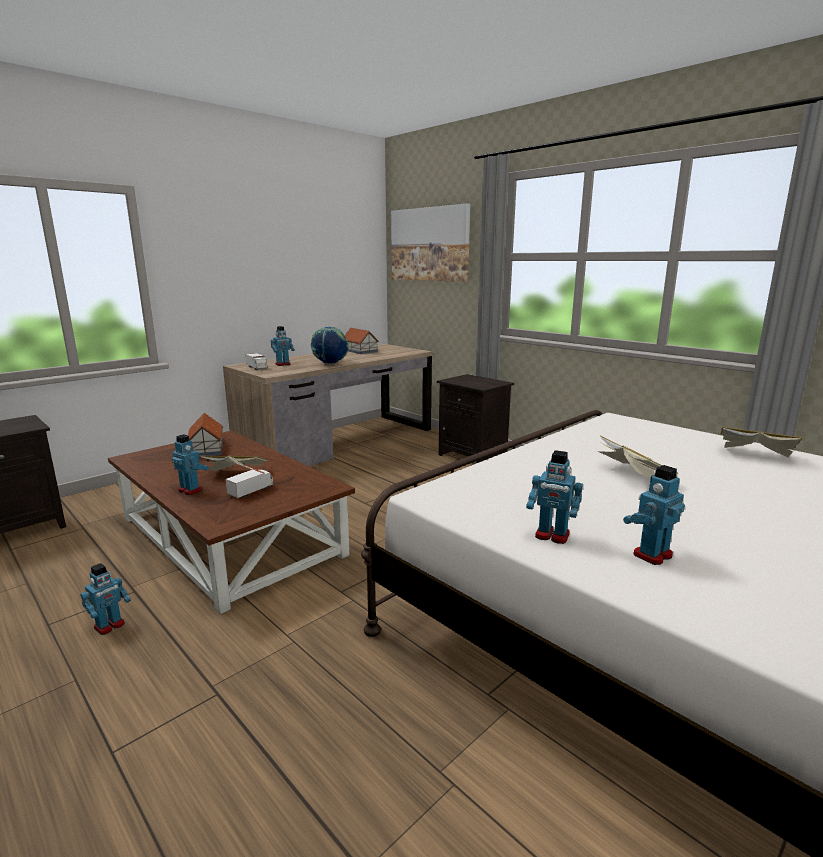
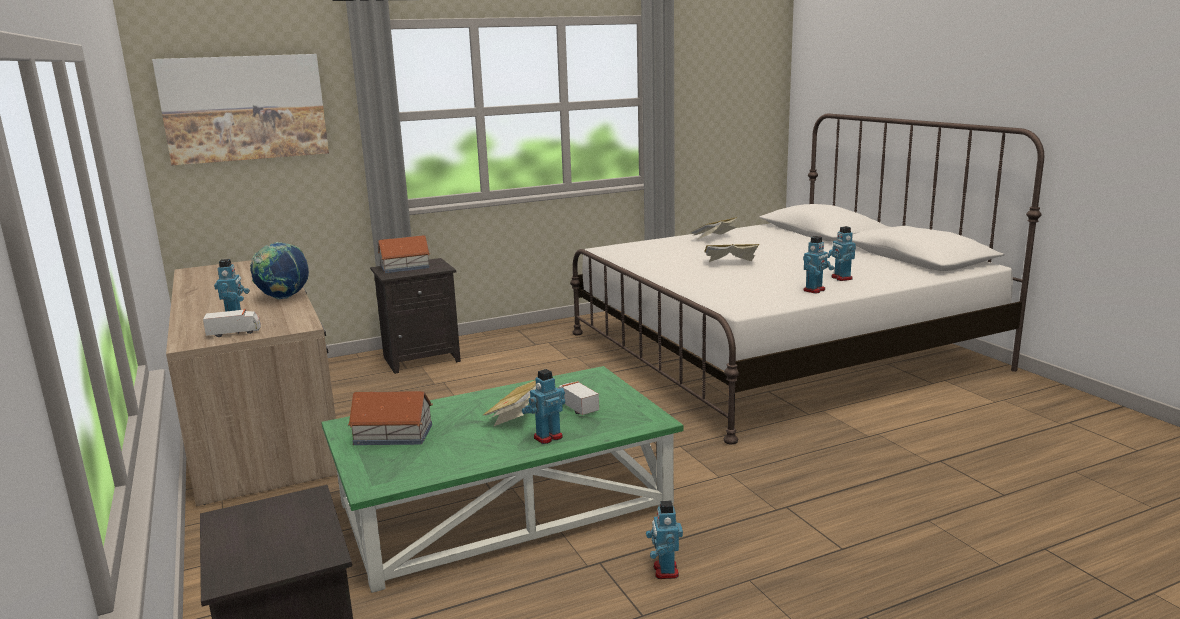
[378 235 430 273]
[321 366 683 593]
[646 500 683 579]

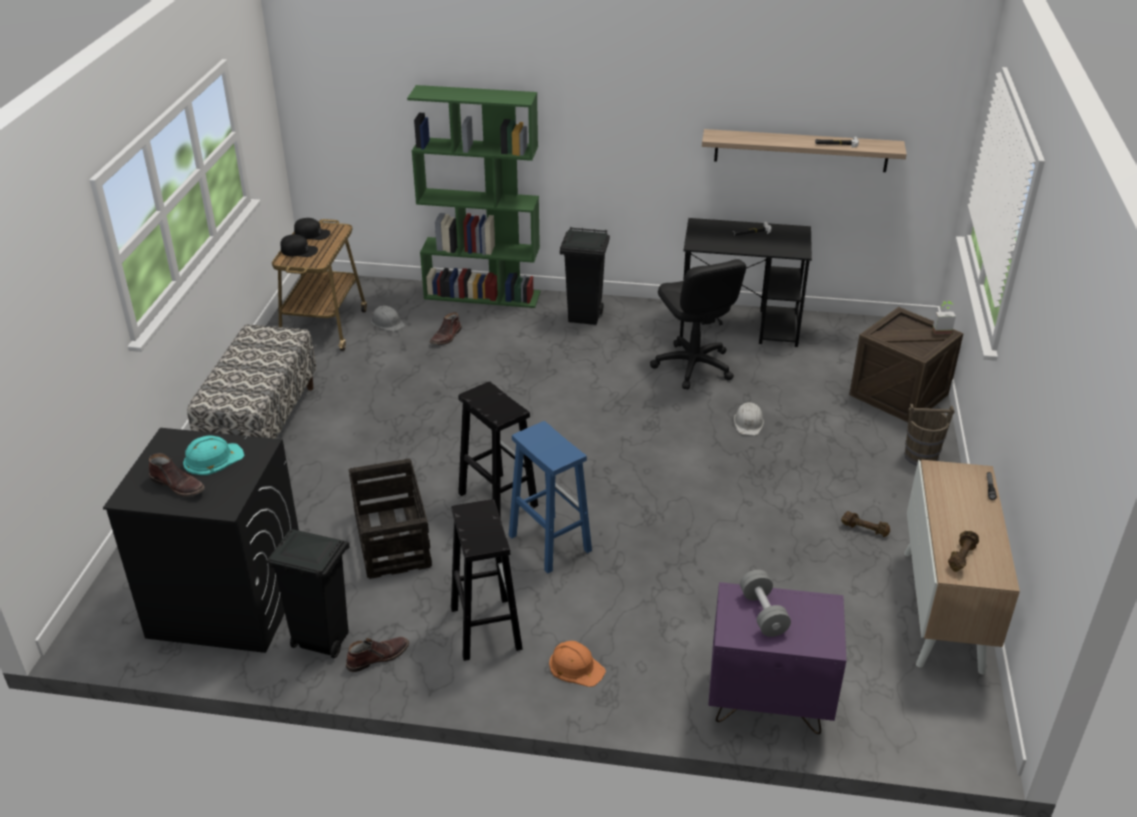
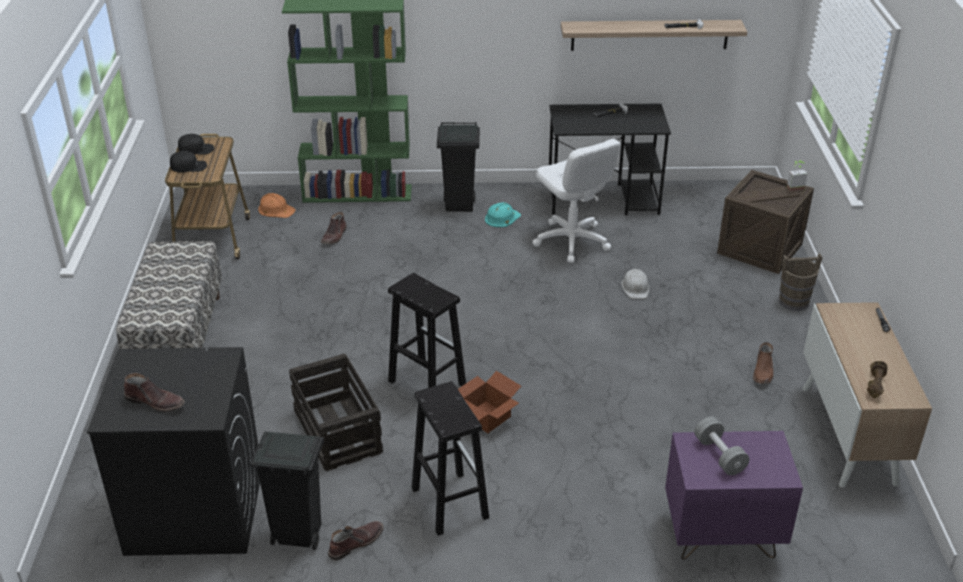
[371 306 405 331] (first image)
[485 202 521 227]
[258 193 296 218]
[458 371 521 433]
[753 342 773 384]
[532 139 621 263]

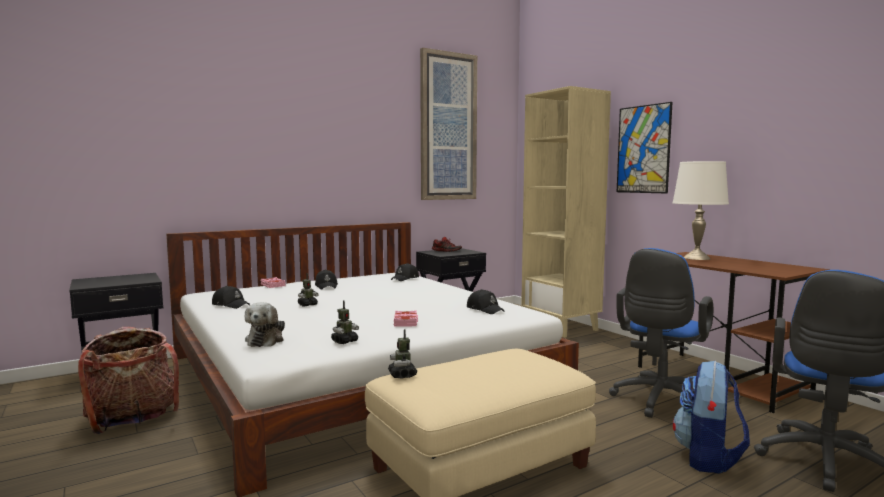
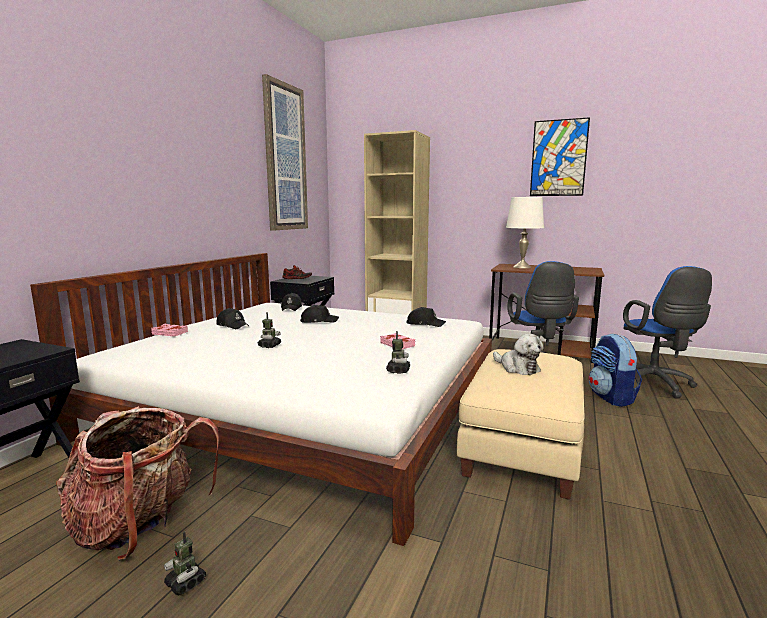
[300 305 339 323]
[493 334 544 375]
[164 531 206 595]
[530 117 590 196]

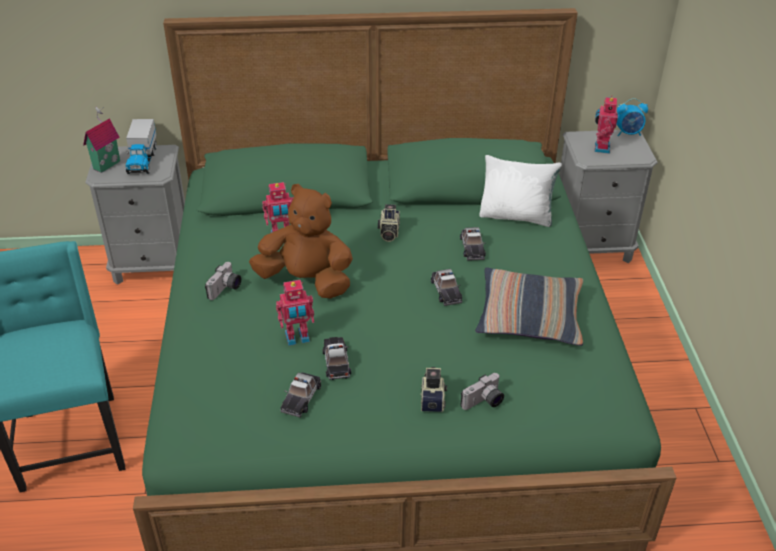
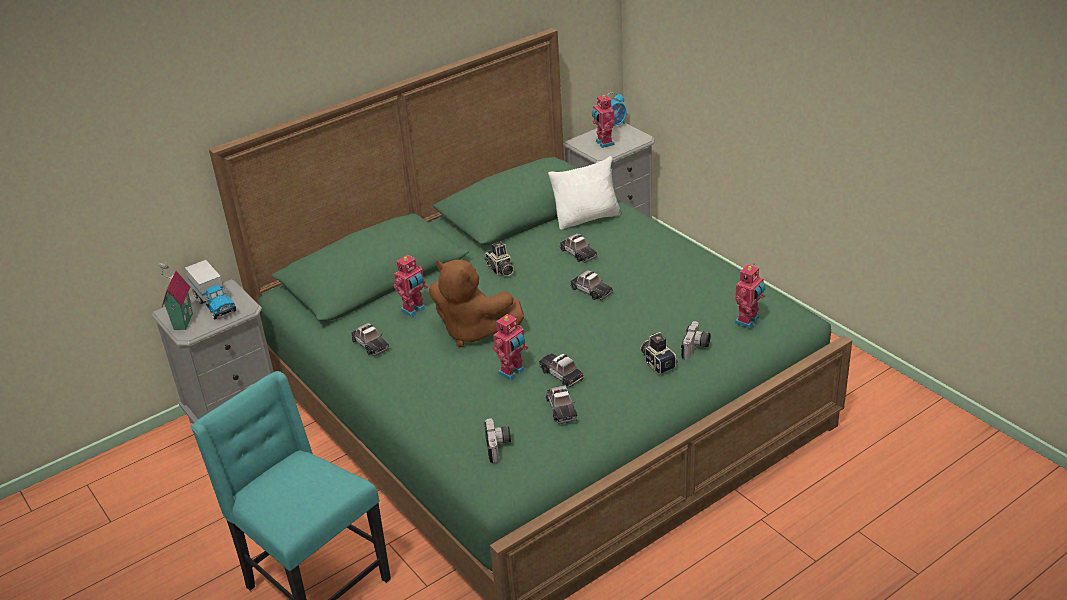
[475 267 583 346] (first image)
[351 323 390 356]
[734 263 765 329]
[484 418 511 463]
[429 260 524 347]

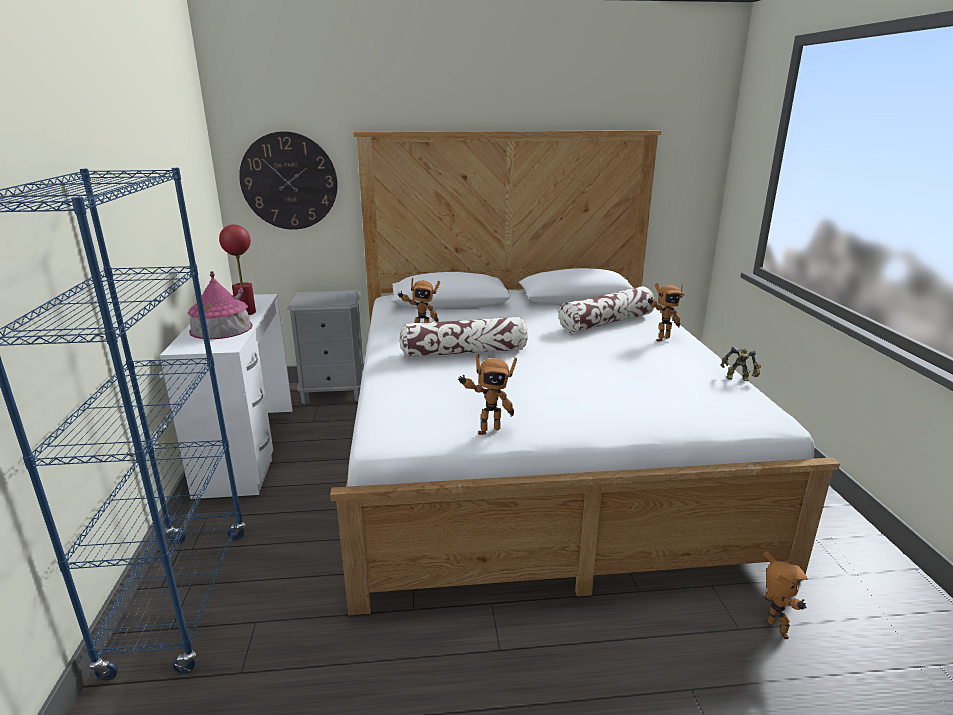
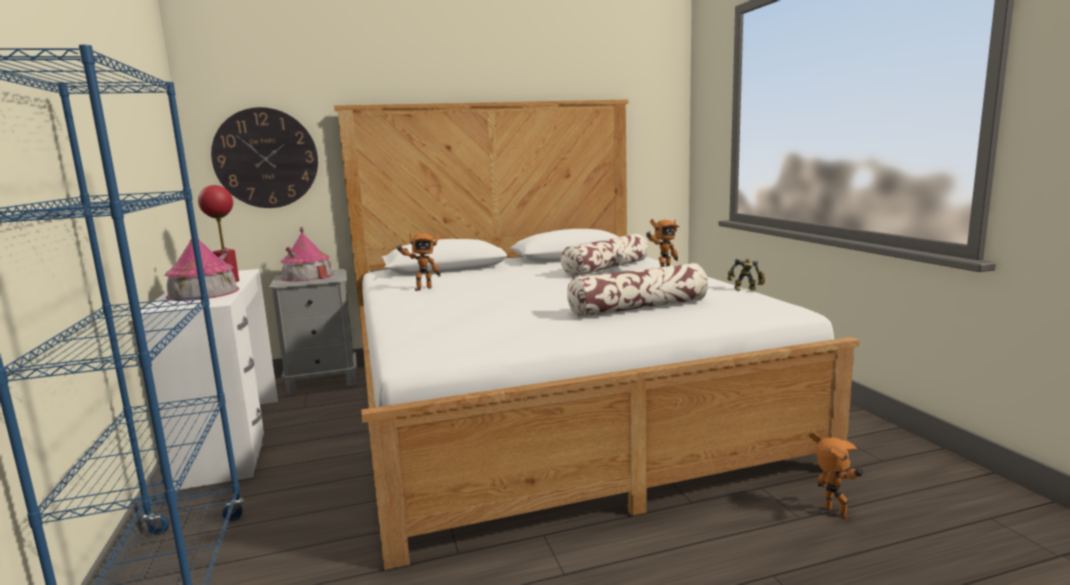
[457 354 517 435] (first image)
[281 227 333 282]
[567 263 708 317]

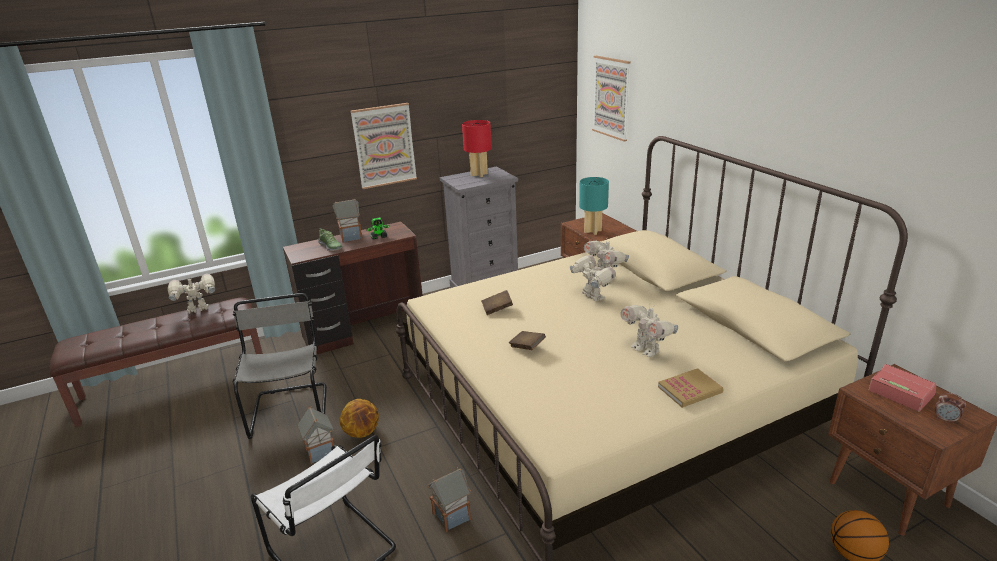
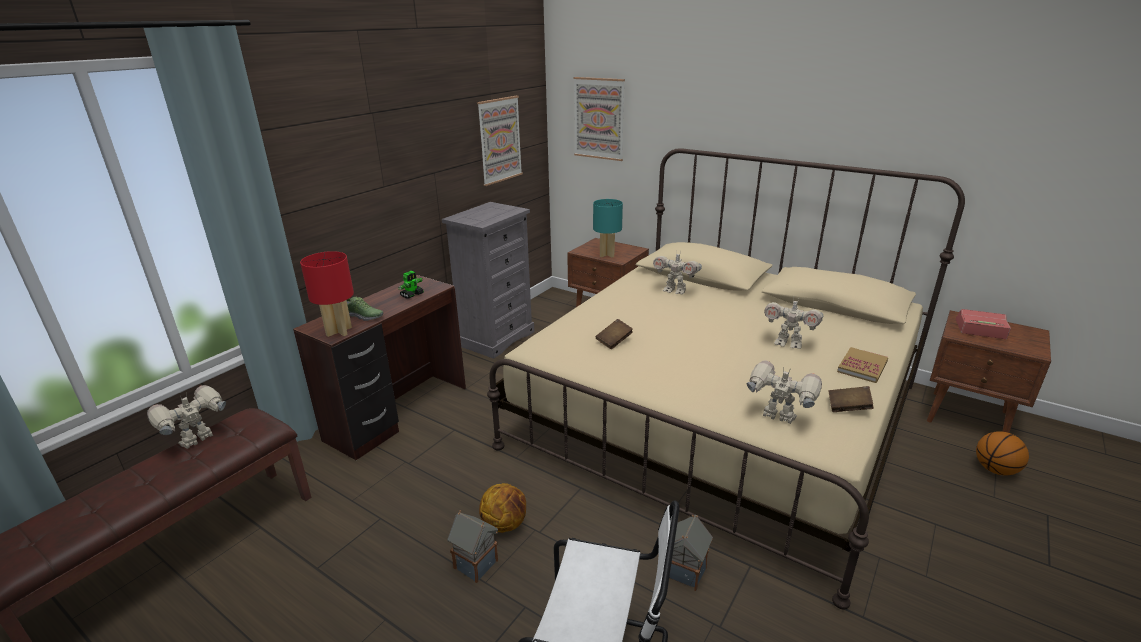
[233 293 327 439] (first image)
[333 199 363 242] (first image)
[935 393 966 424] (first image)
[477 96 523 186]
[300 251 354 337]
[829 386 874 412]
[747 361 822 424]

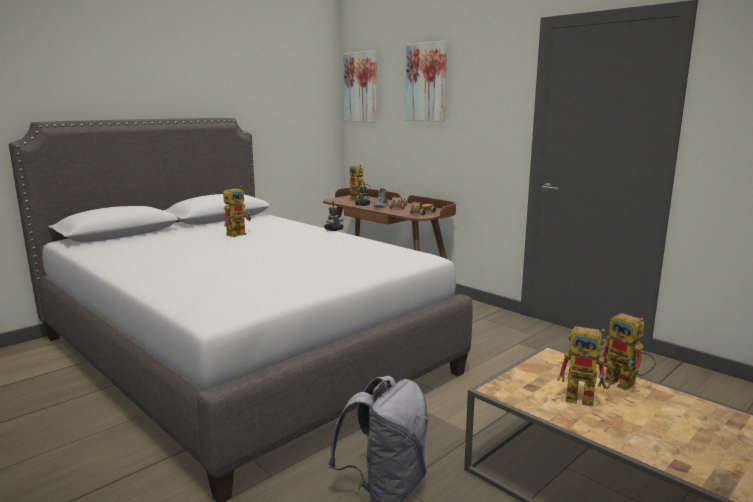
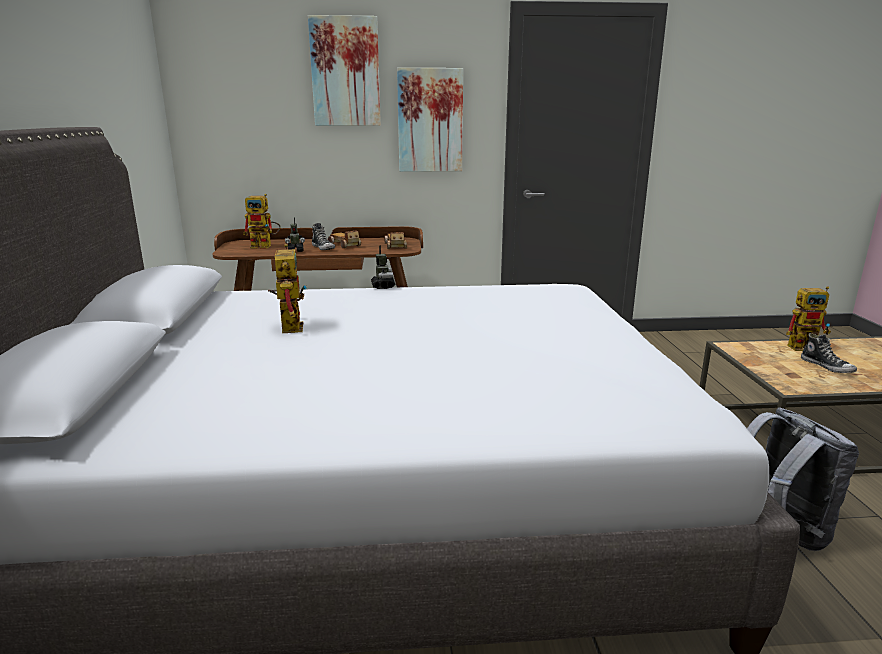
[397 68 463 172]
[801 333 857 373]

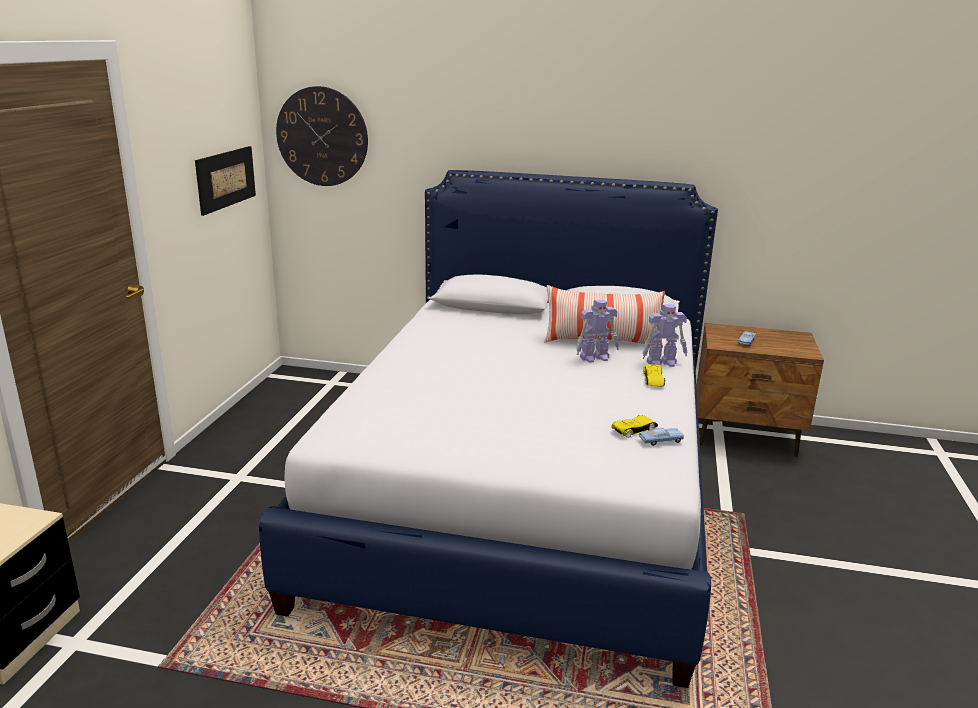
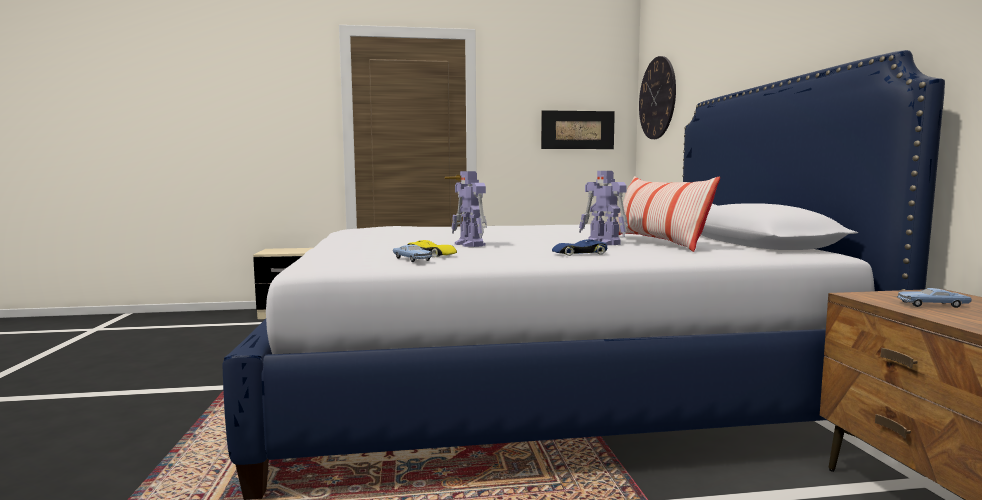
[452 171 487 247]
[552 239 607 256]

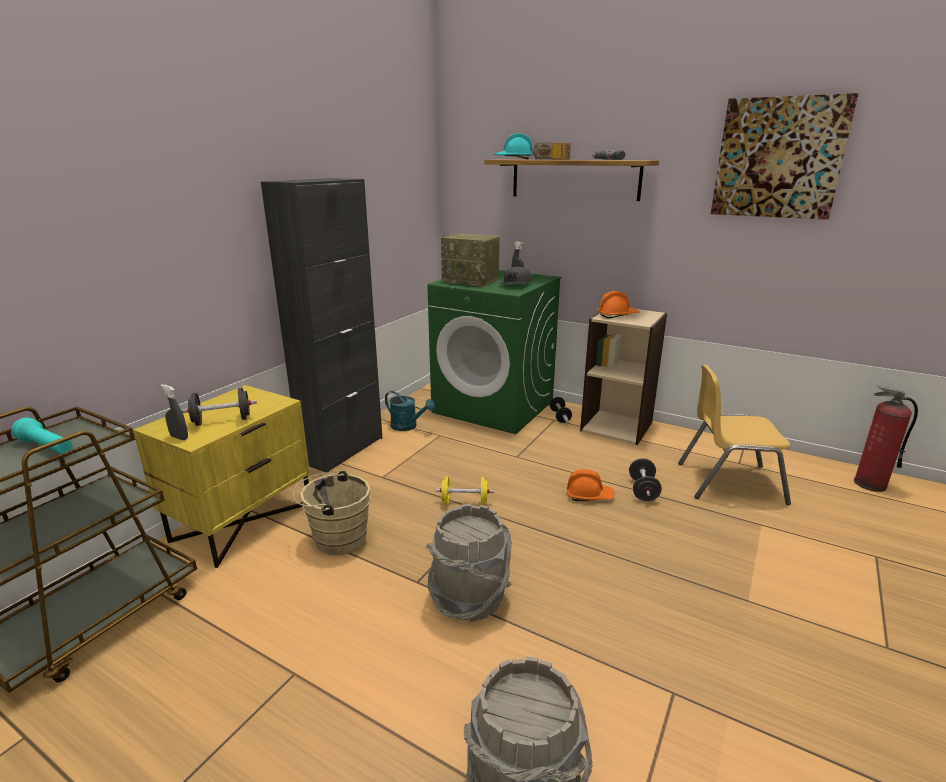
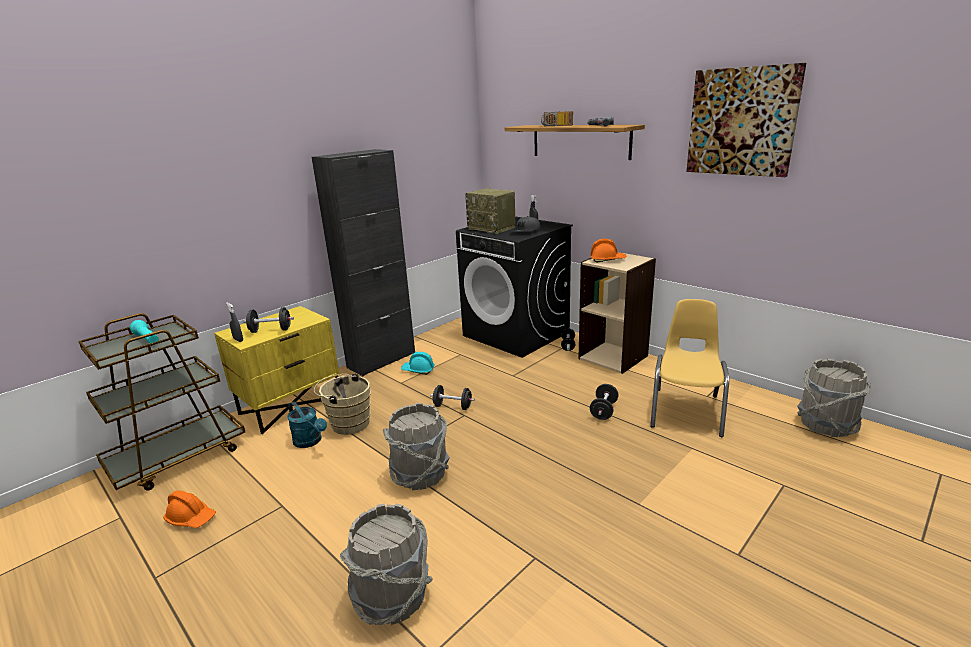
[287 401 327 448]
[401 352 435 375]
[163 490 216 528]
[797 359 871 437]
[456 216 573 358]
[430 385 475 410]
[650 299 729 437]

